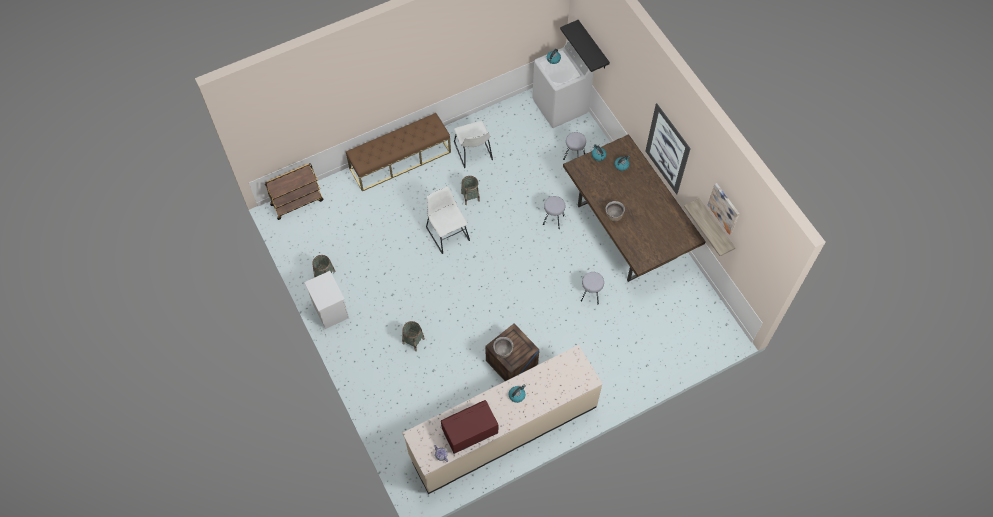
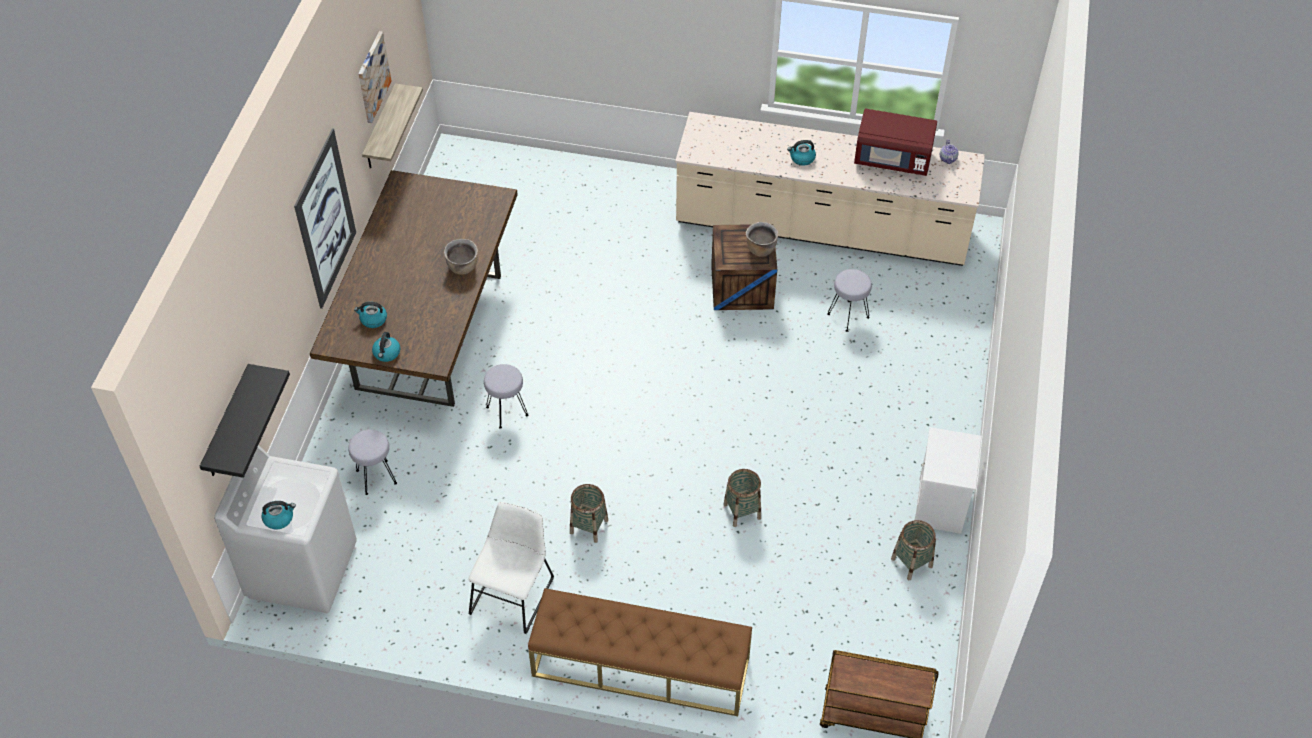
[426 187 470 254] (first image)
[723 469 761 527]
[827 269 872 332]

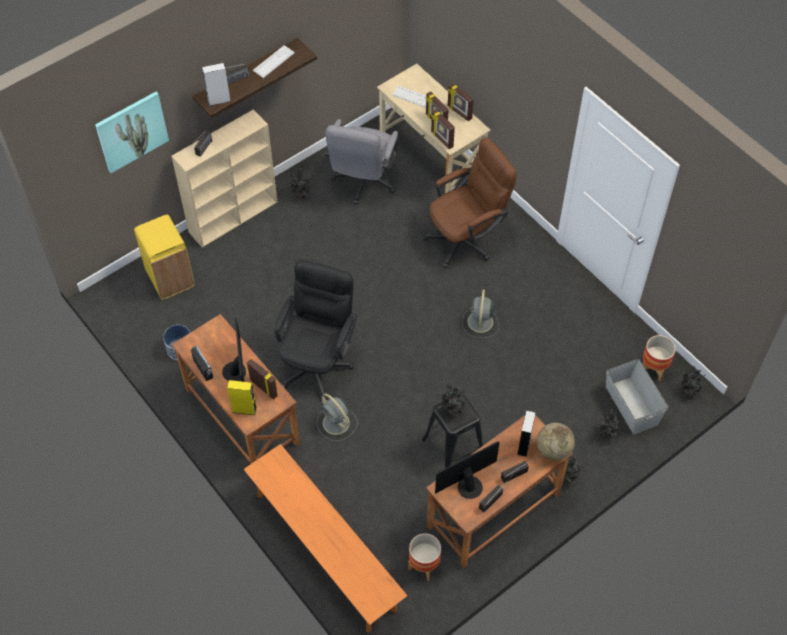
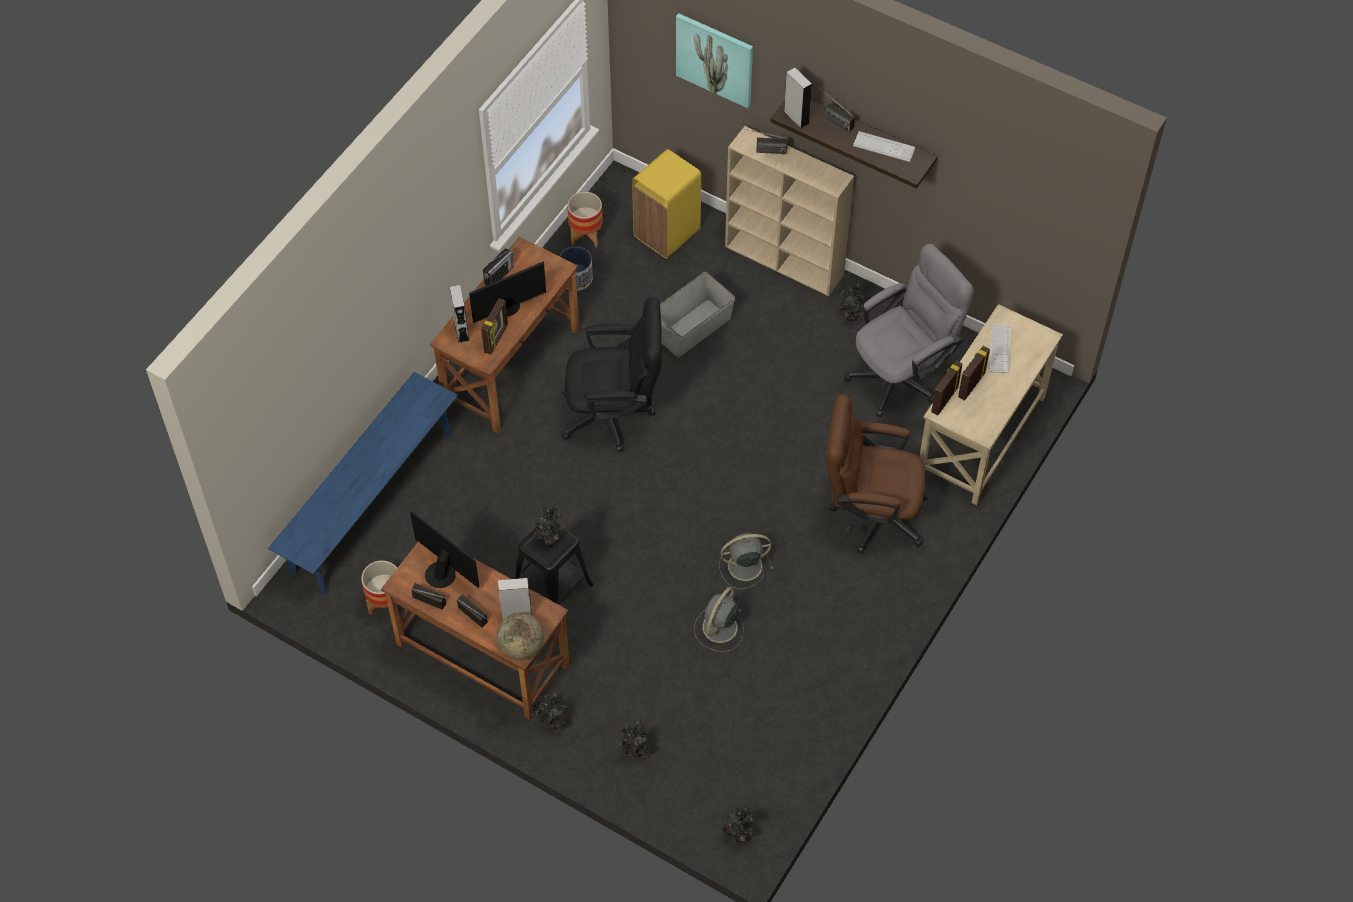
[448 83 474 121] (first image)
[694 587 744 652]
[660 272 735 358]
[567 192 603 248]
[449 285 469 343]
[268 372 458 594]
[845 244 974 417]
[826 394 928 553]

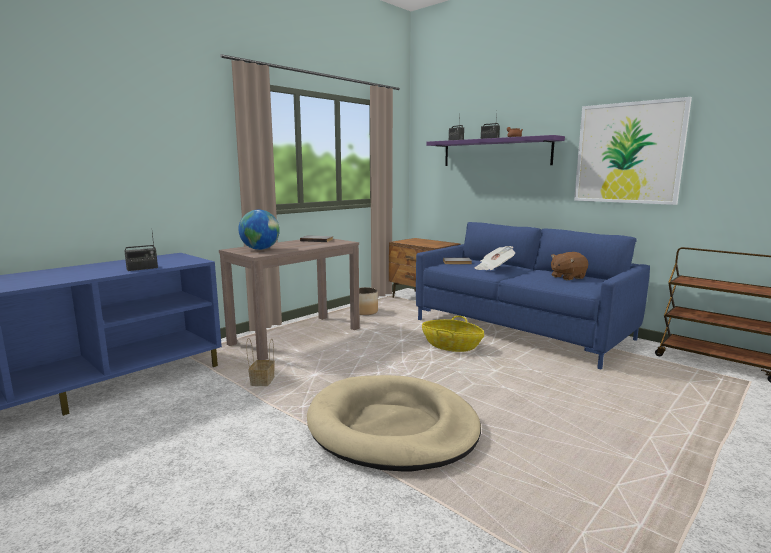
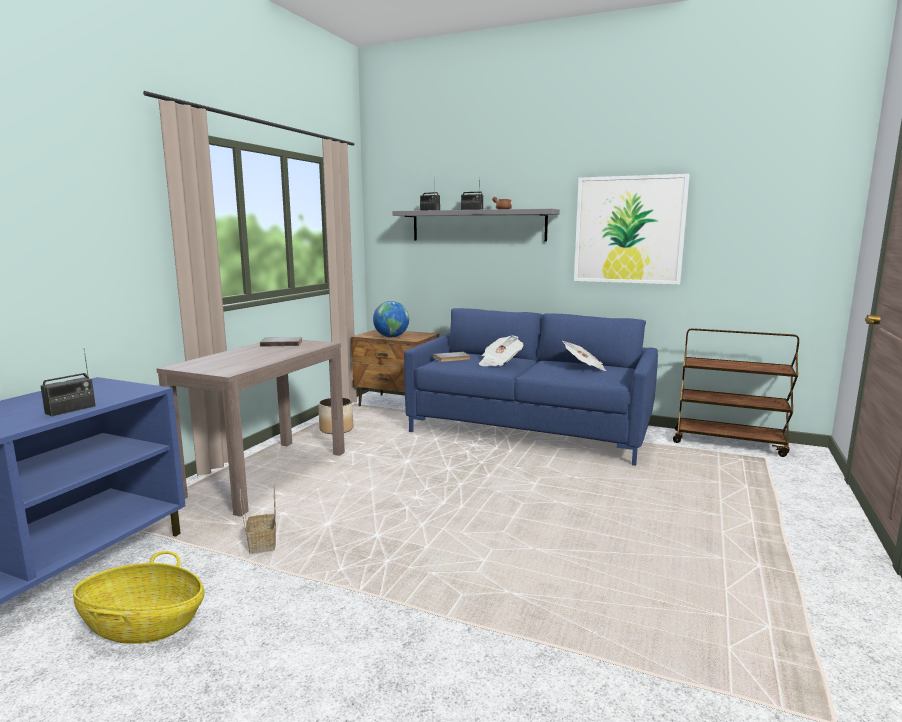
[307 375 481 472] (first image)
[373 301 409 337]
[73 551 204 644]
[562 341 606 371]
[393 209 560 242]

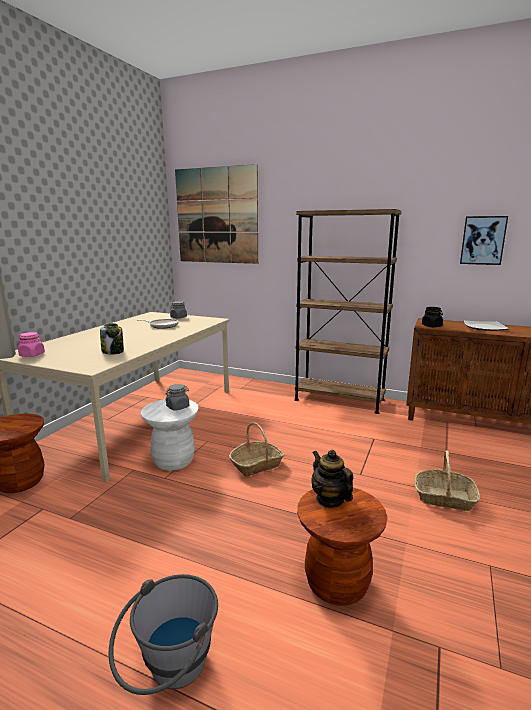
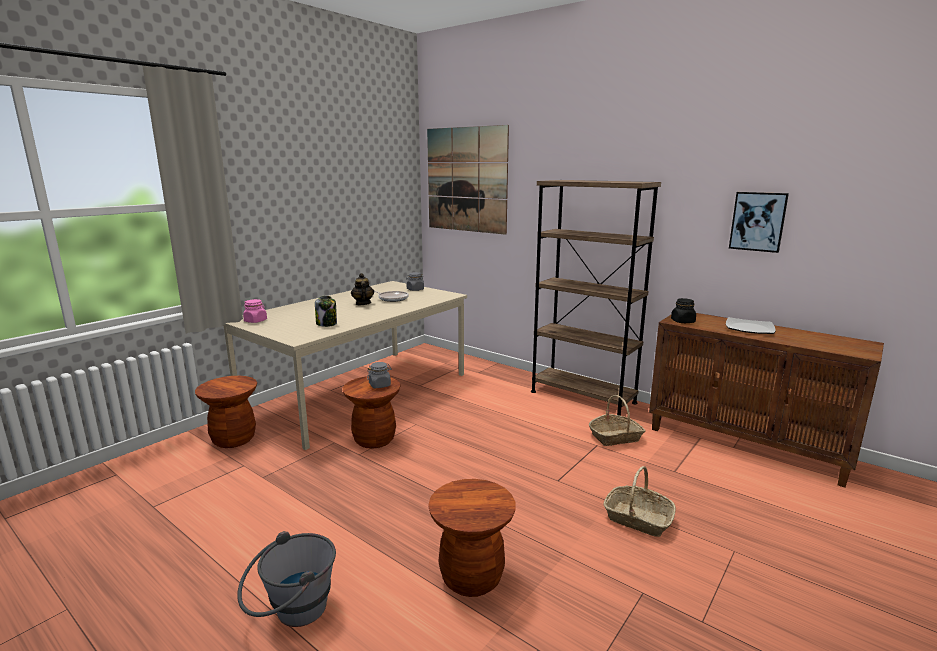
[589 395 645 446]
[351 273 374 305]
[342 376 401 449]

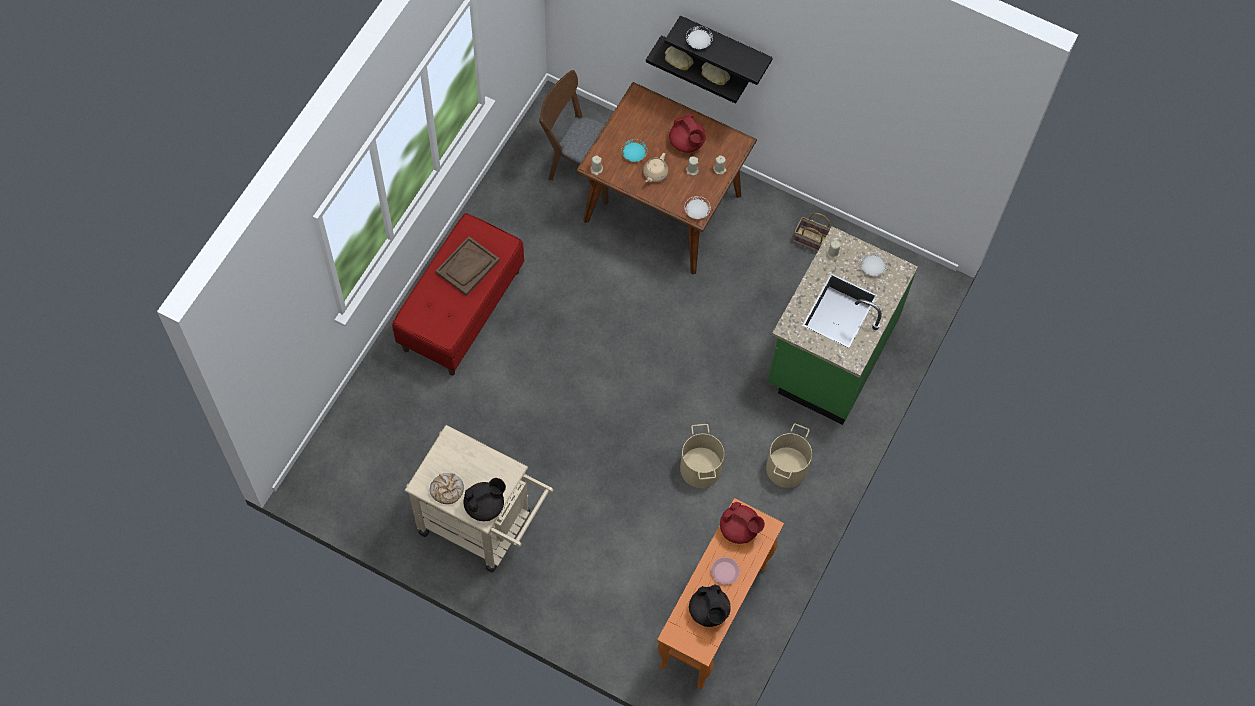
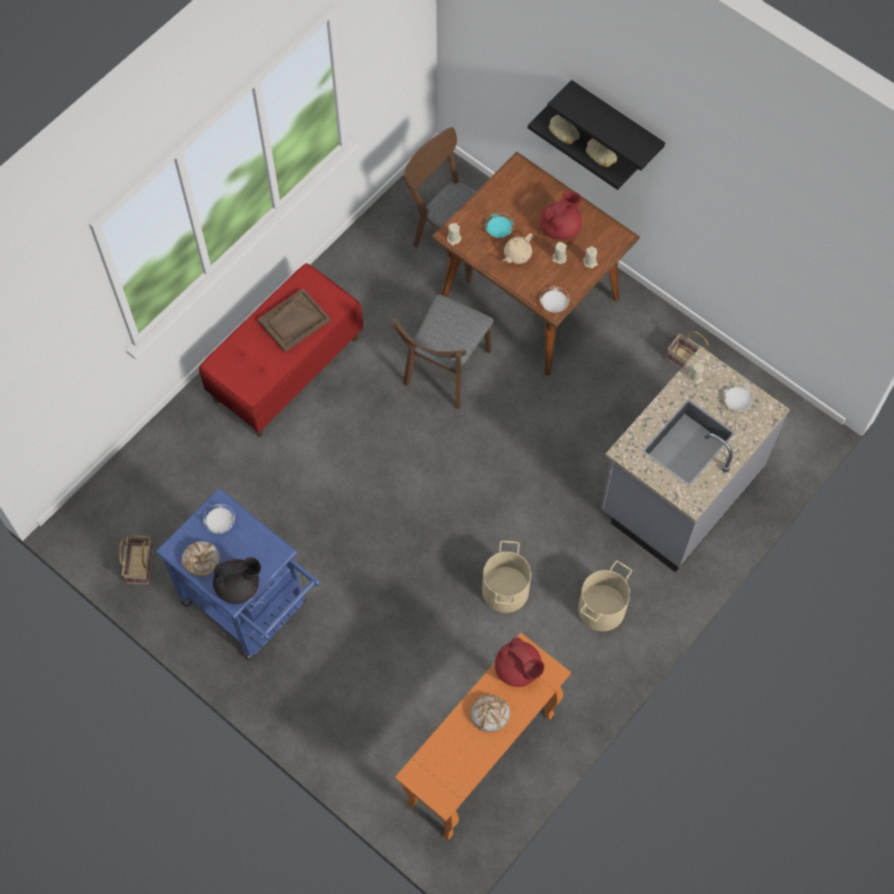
[689 584 731 627] (first image)
[119 535 154 585]
[393 294 494 409]
[203 504 235 534]
[470 695 510 732]
[156 488 320 661]
[601 347 790 572]
[540 191 582 240]

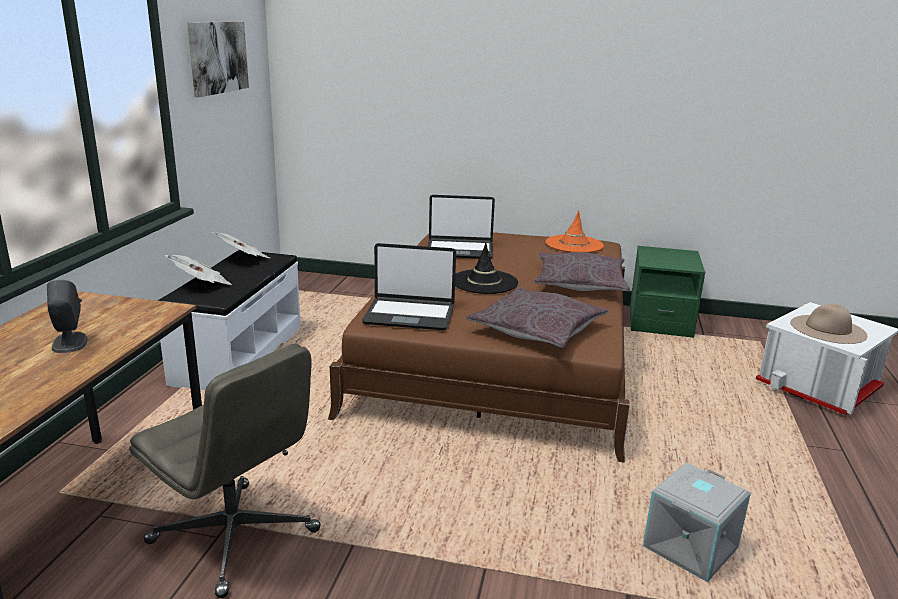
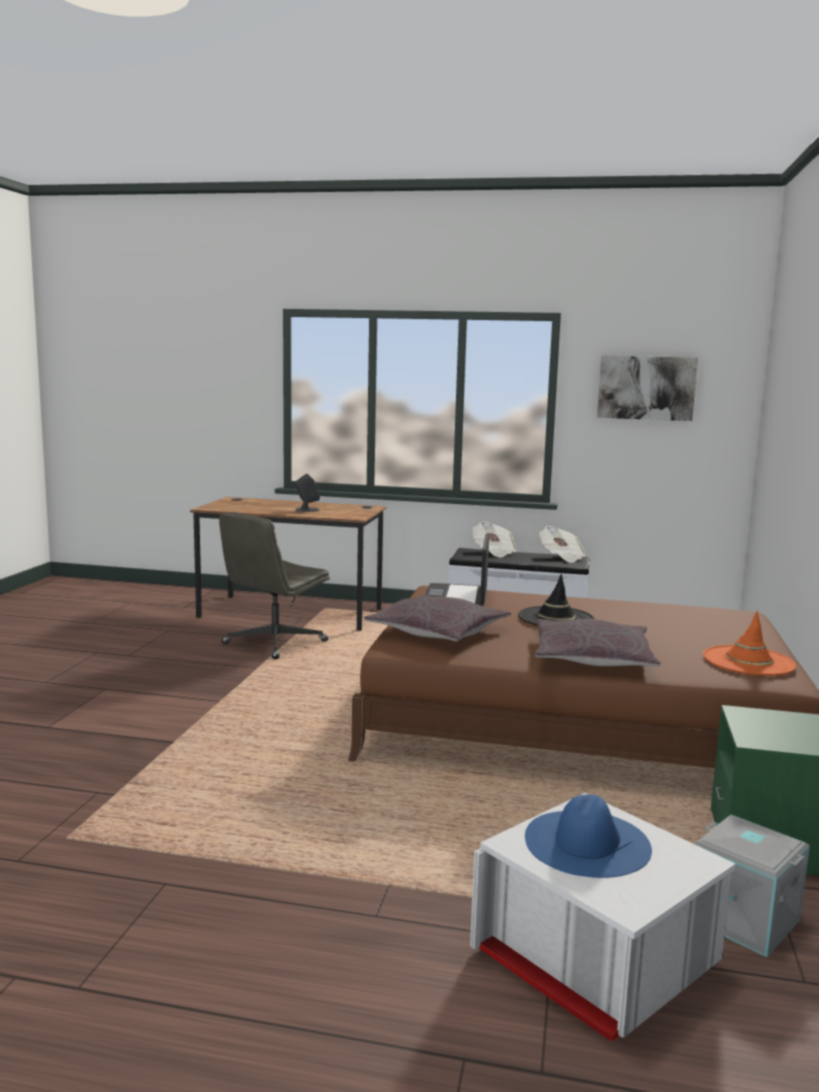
[428 195 495 259] (first image)
[694 815 810 957]
[525 794 652 878]

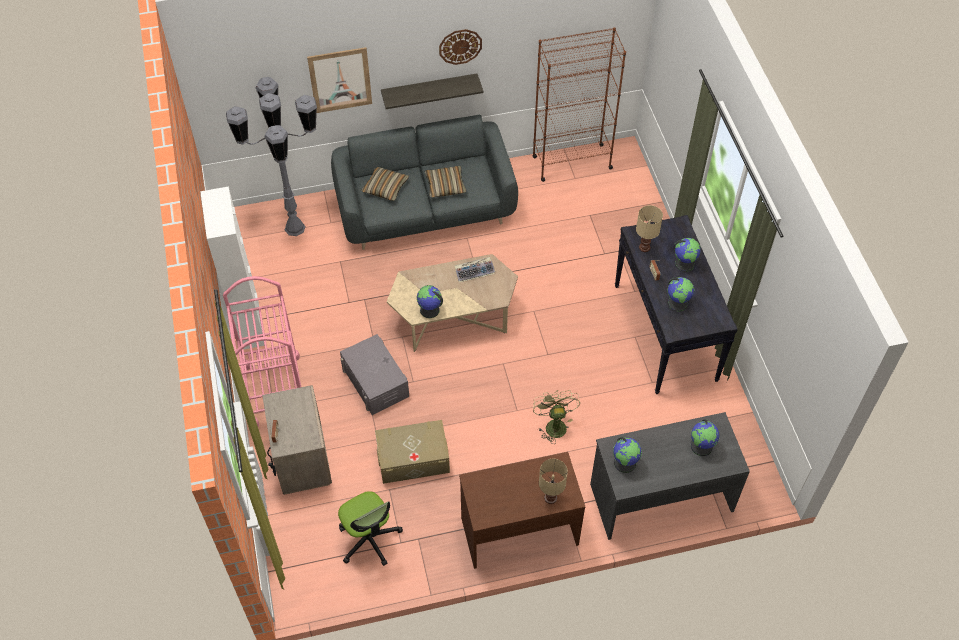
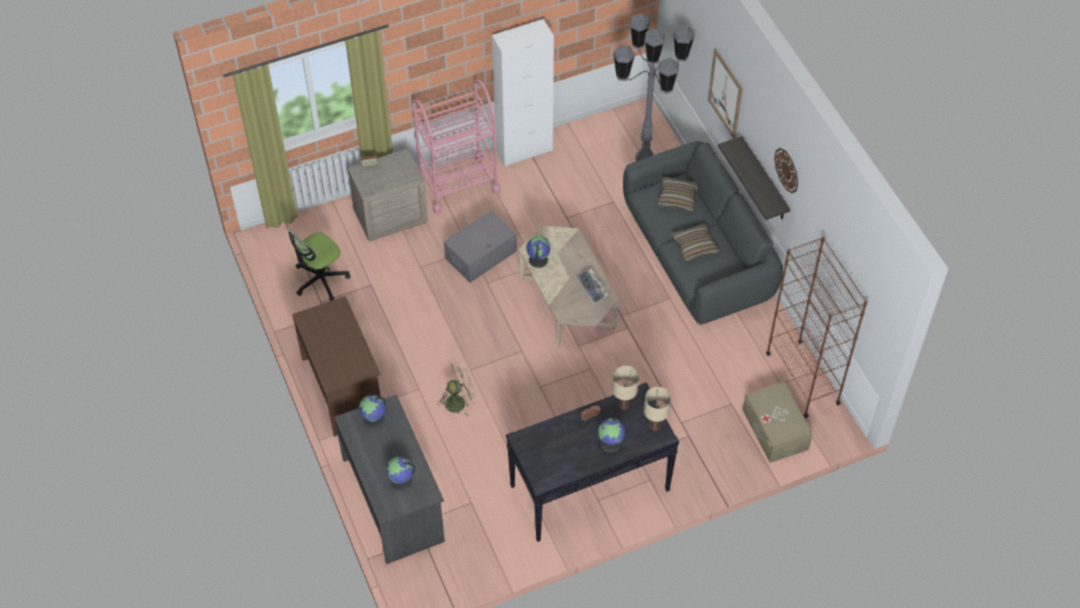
[668 277 694 312] (first image)
[743 382 813 463]
[644 387 671 432]

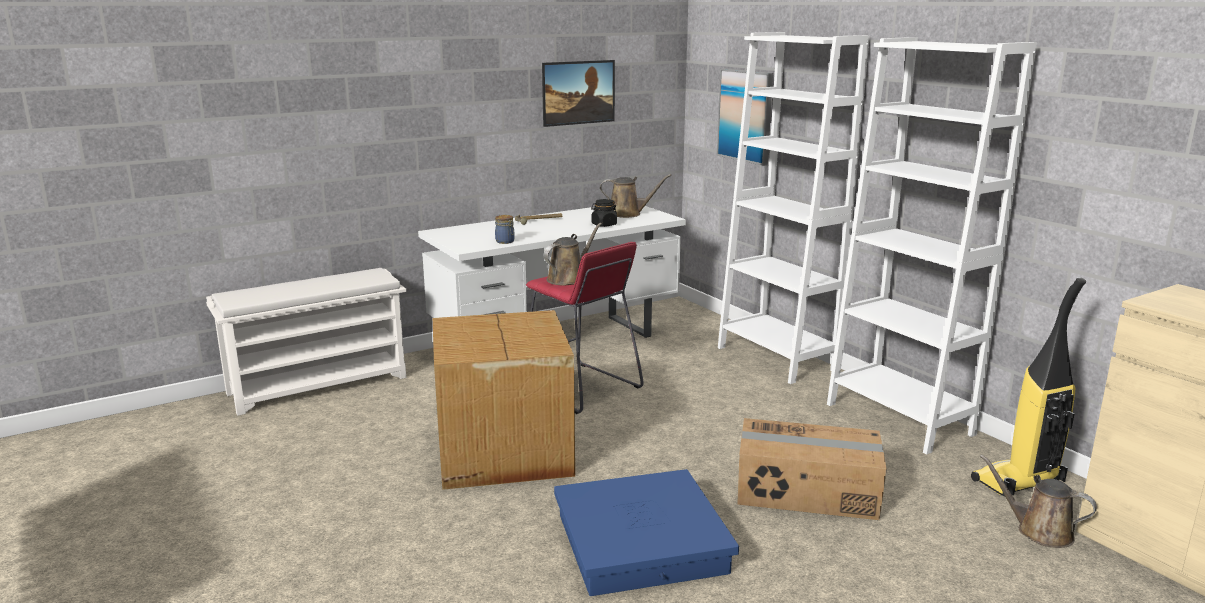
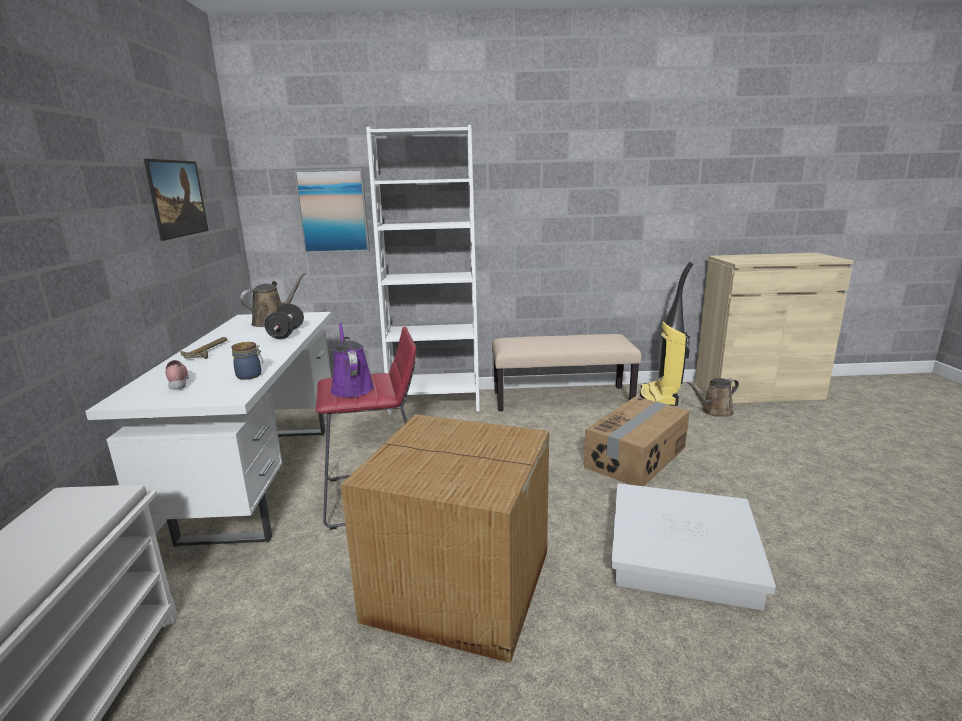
[165 360 189 390]
[264 304 304 339]
[492 334 641 411]
[330 322 374 397]
[611 483 776 611]

